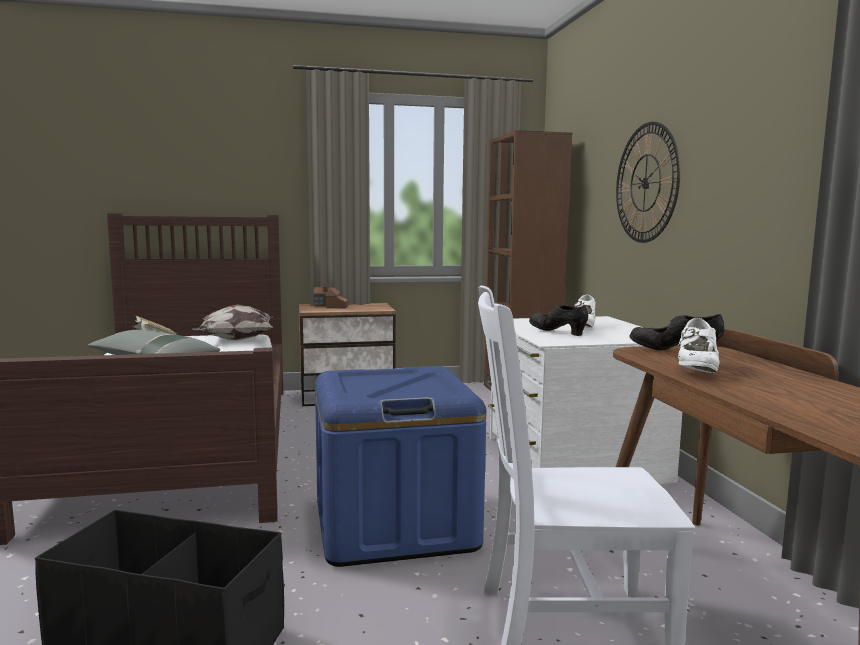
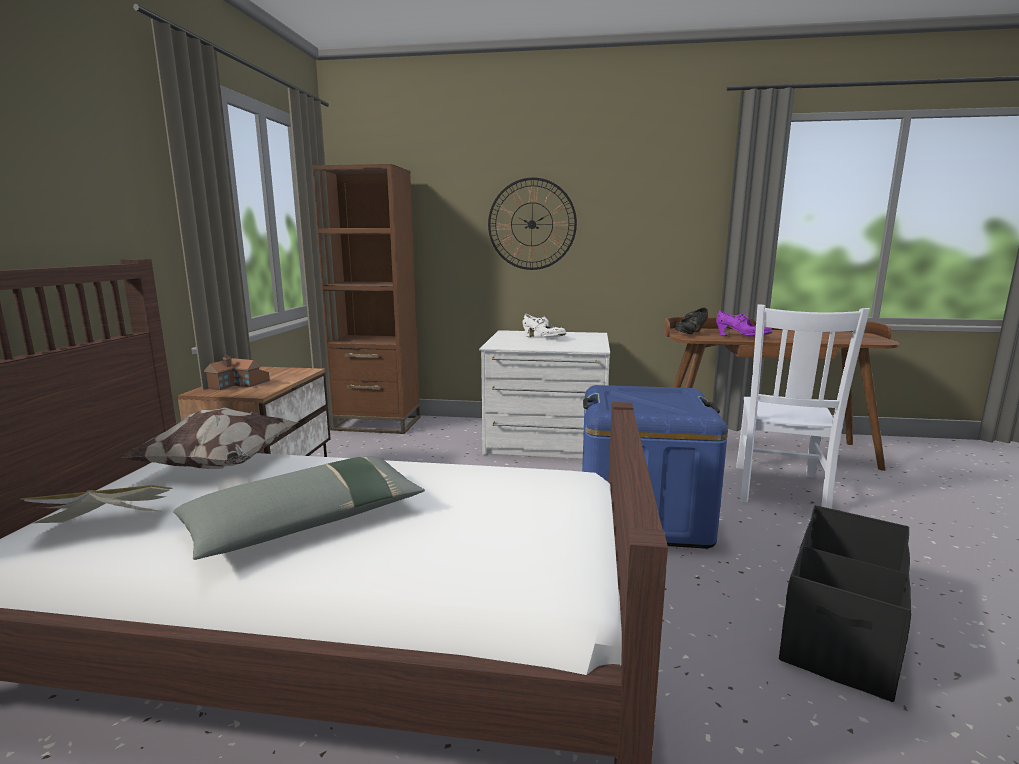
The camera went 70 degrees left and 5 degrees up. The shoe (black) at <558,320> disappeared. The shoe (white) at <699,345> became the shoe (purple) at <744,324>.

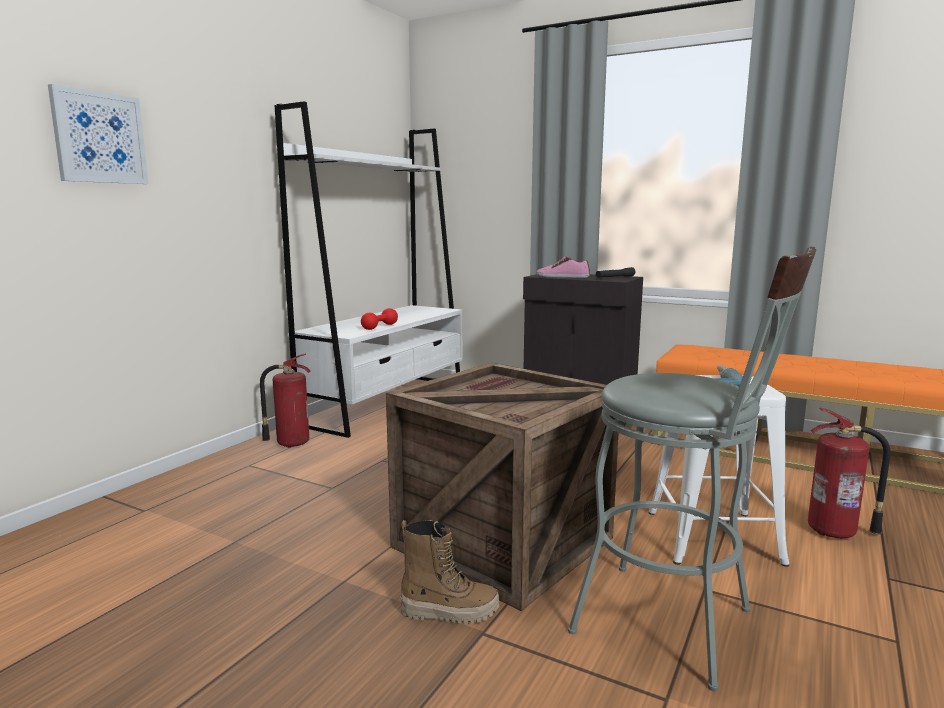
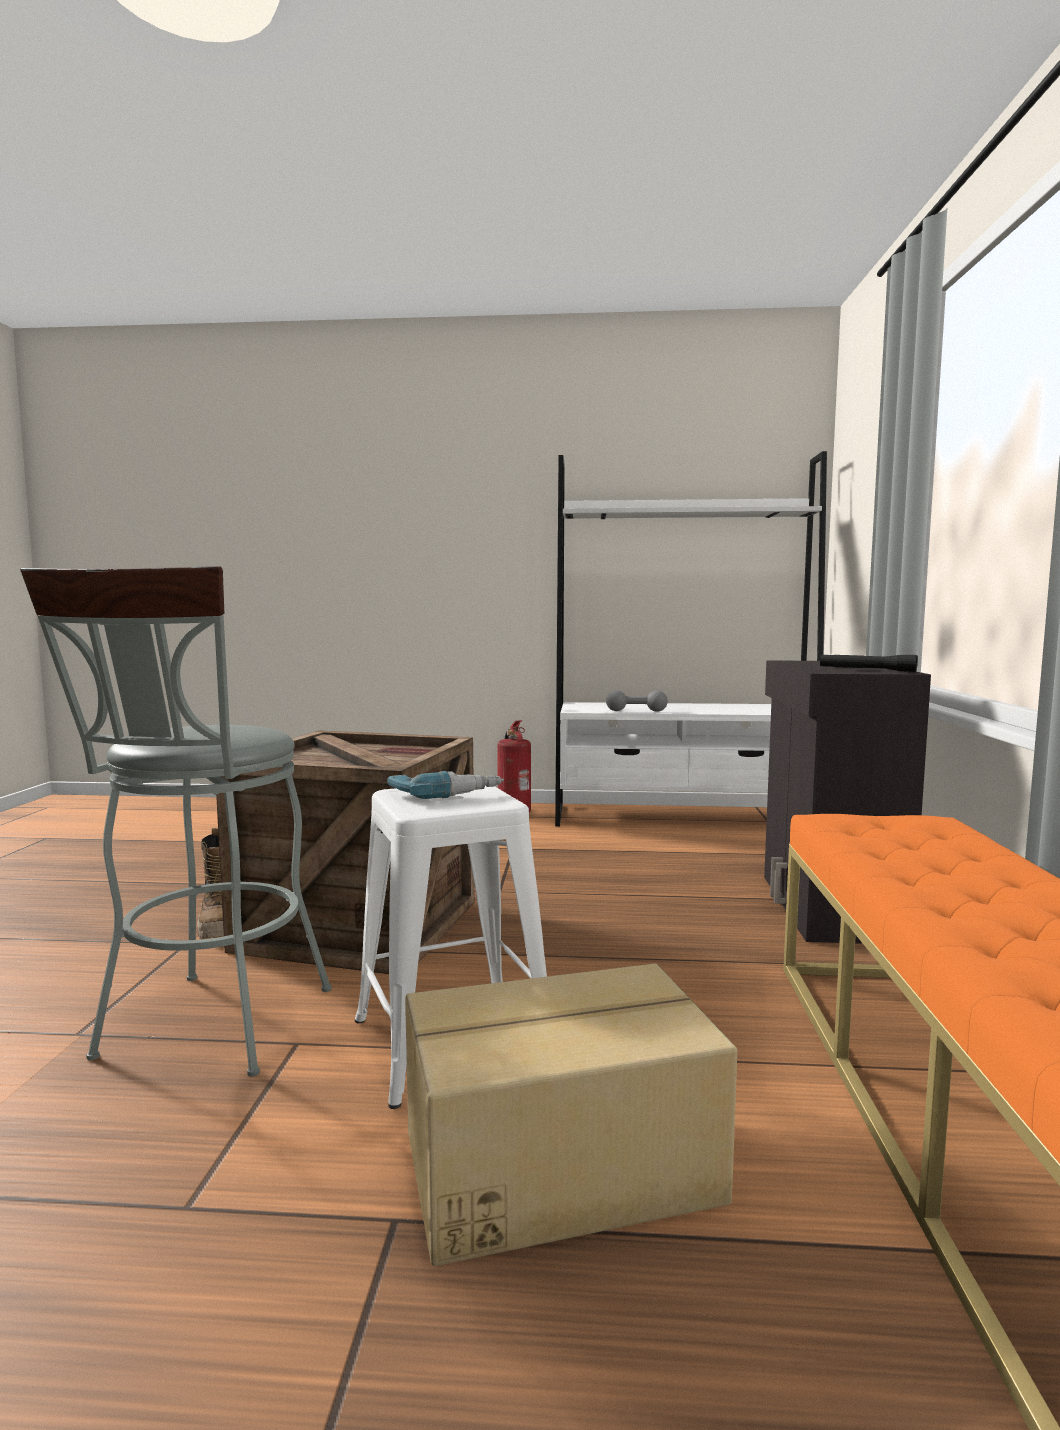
The camera went 65 degrees right and 5 degrees down. The picture at <98,134> disappeared. The shoe at <563,267> disappeared. The dumbbell (red) at <379,319> became the dumbbell (grey) at <637,701>. The fire extinguisher at <849,473> was replaced by the cardboard box at <571,1114>.

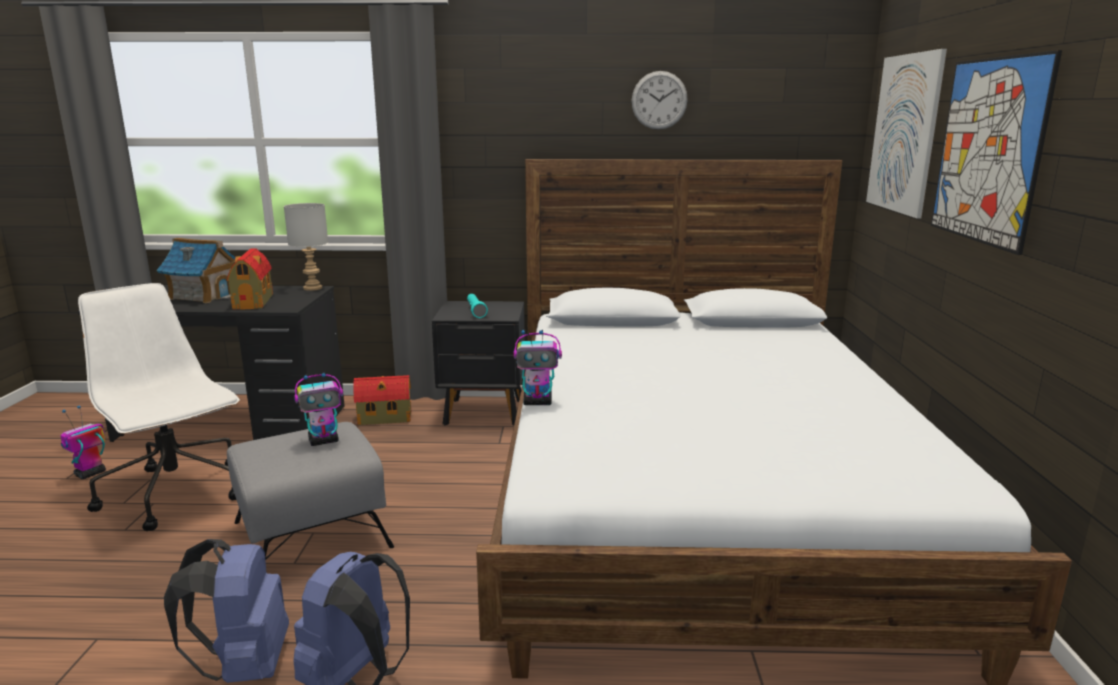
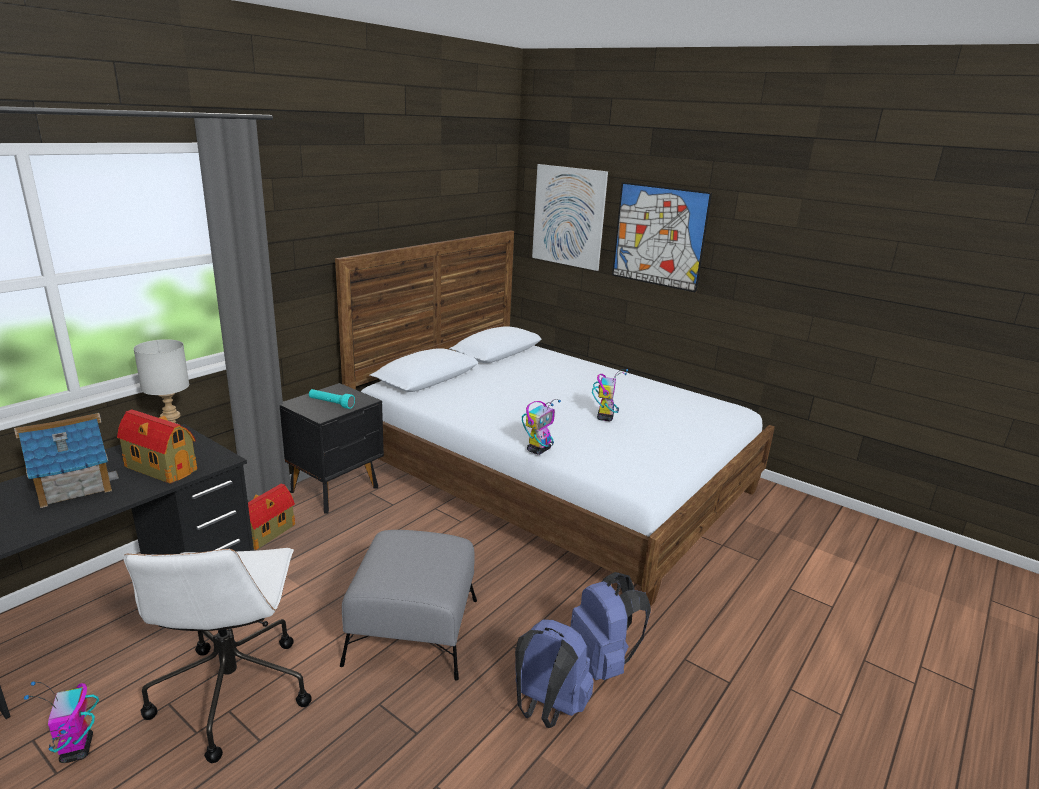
The camera went 55 degrees left and 5 degrees up. The wall clock at <659,100> disappeared. The office chair (white) at <159,407> turned 90 degrees counterclockwise. The toy robot moved from <318,409> to <610,395>.

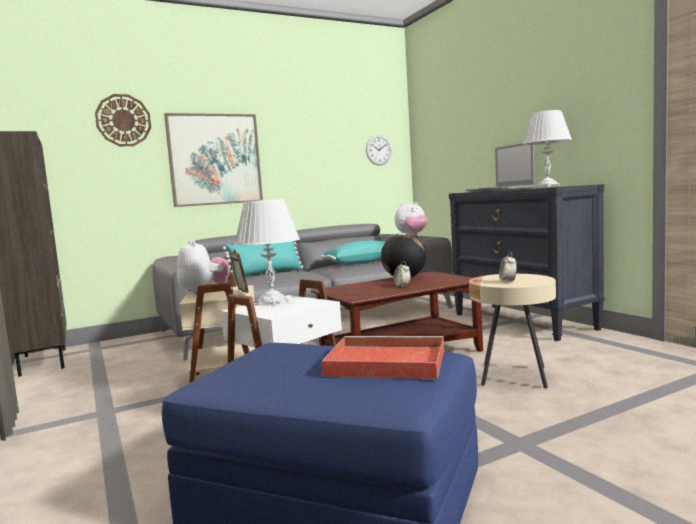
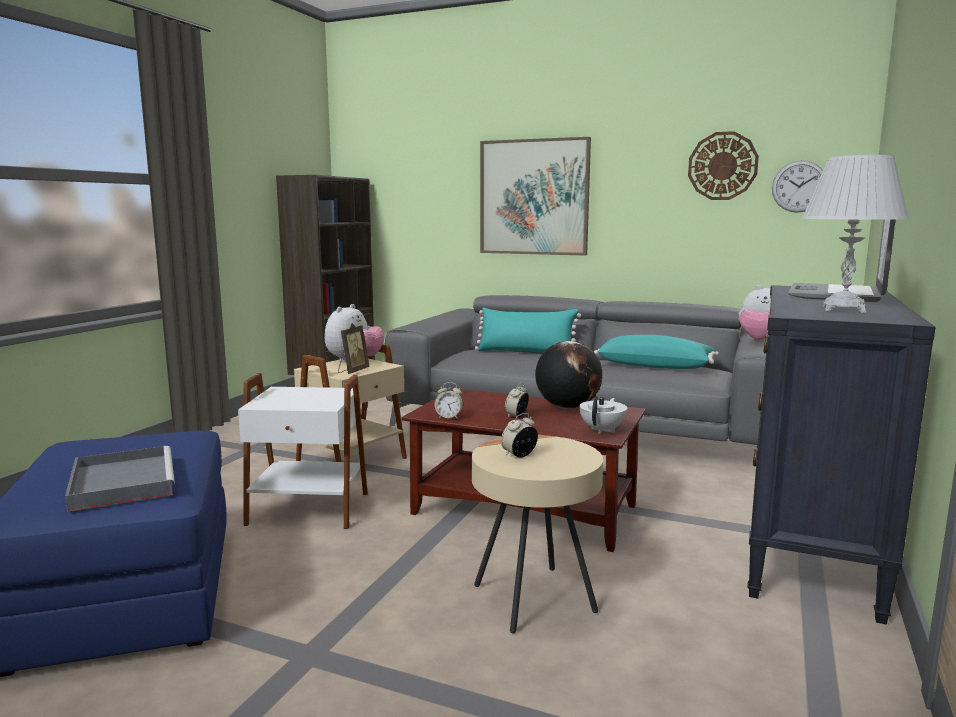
The camera went 50 degrees right and 5 degrees up. The wall clock moved from <123,120> to <723,165>. The table lamp (white) at <267,252> disappeared. The tray (red) at <383,357> became the tray (grey) at <120,479>. The alarm clock at <449,400> appeared. The teapot (white) at <603,415> appeared.

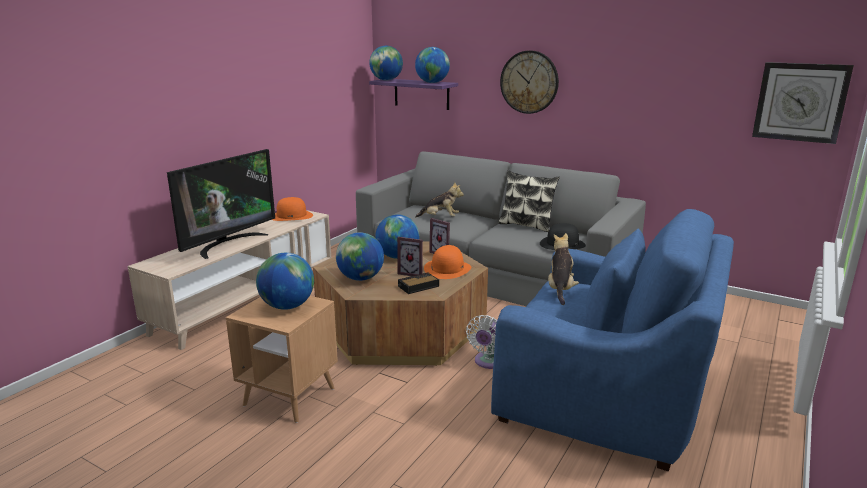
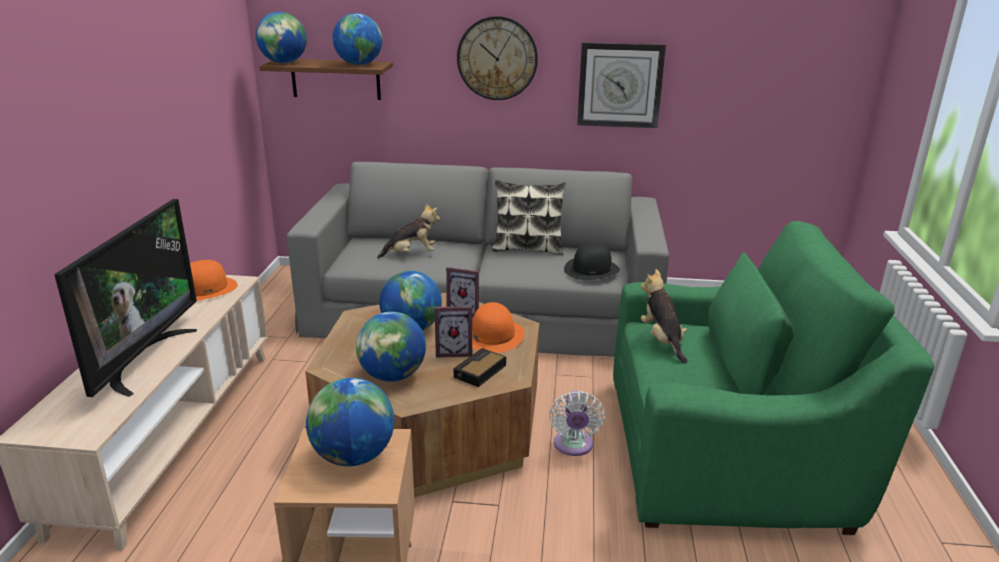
The camera went 25 degrees left and 5 degrees up. The wall clock moved from <803,103> to <621,85>. The shelf (purple) at <413,94> became the shelf (brown) at <326,79>. The armchair (blue) at <612,340> became the armchair (green) at <774,378>.

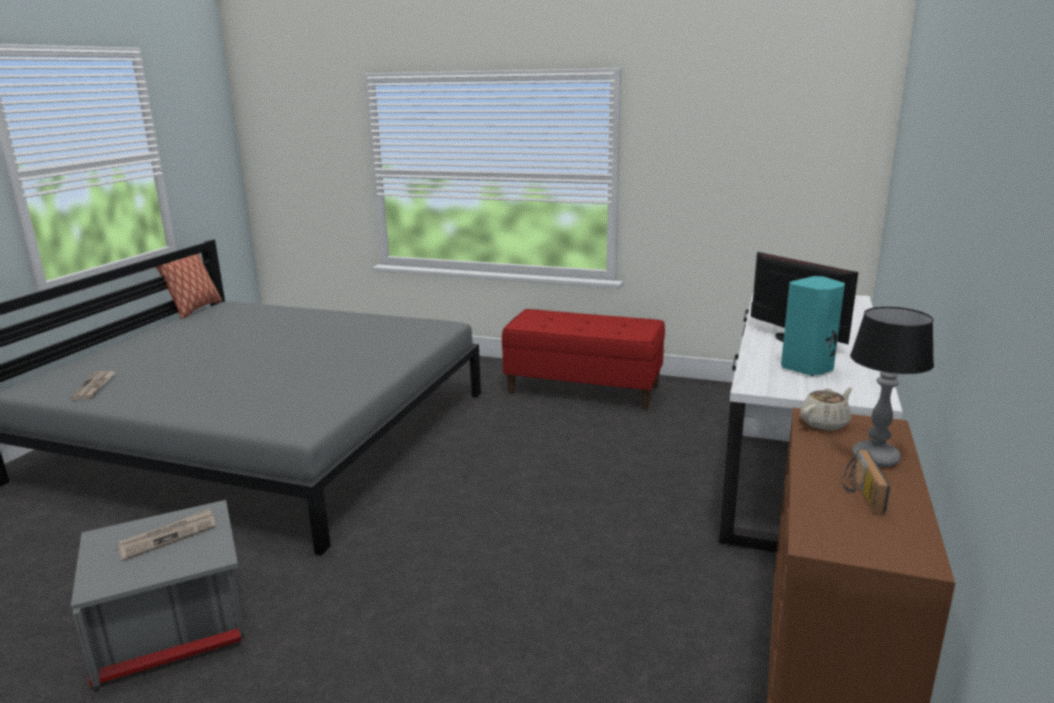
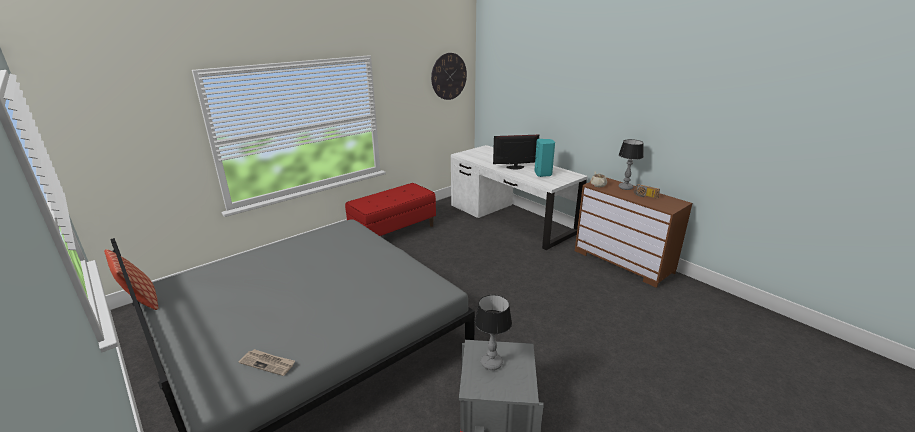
The camera went 60 degrees left and 5 degrees up. The newspaper at <166,534> was replaced by the table lamp at <493,332>. The wall clock at <449,76> appeared.

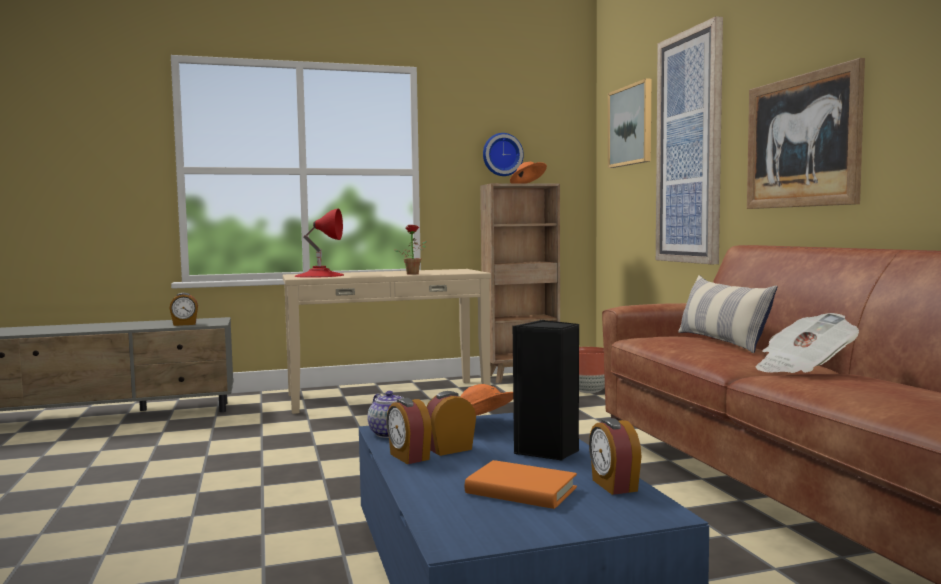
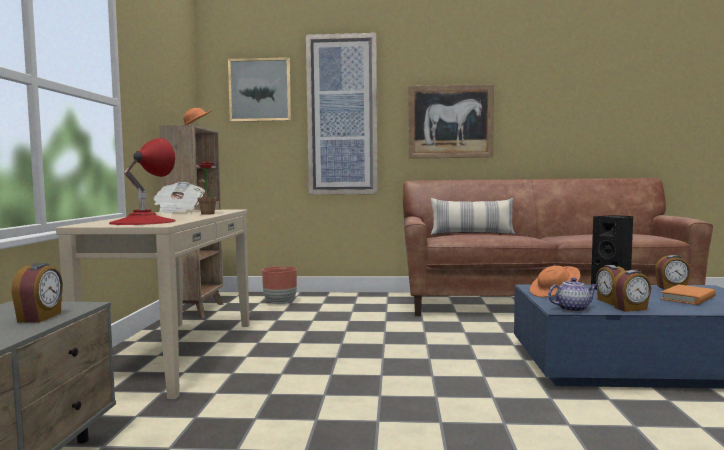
The camera went 70 degrees left and 0 degrees up. The wall clock at <503,154> disappeared. The newspaper moved from <807,343> to <179,198>.

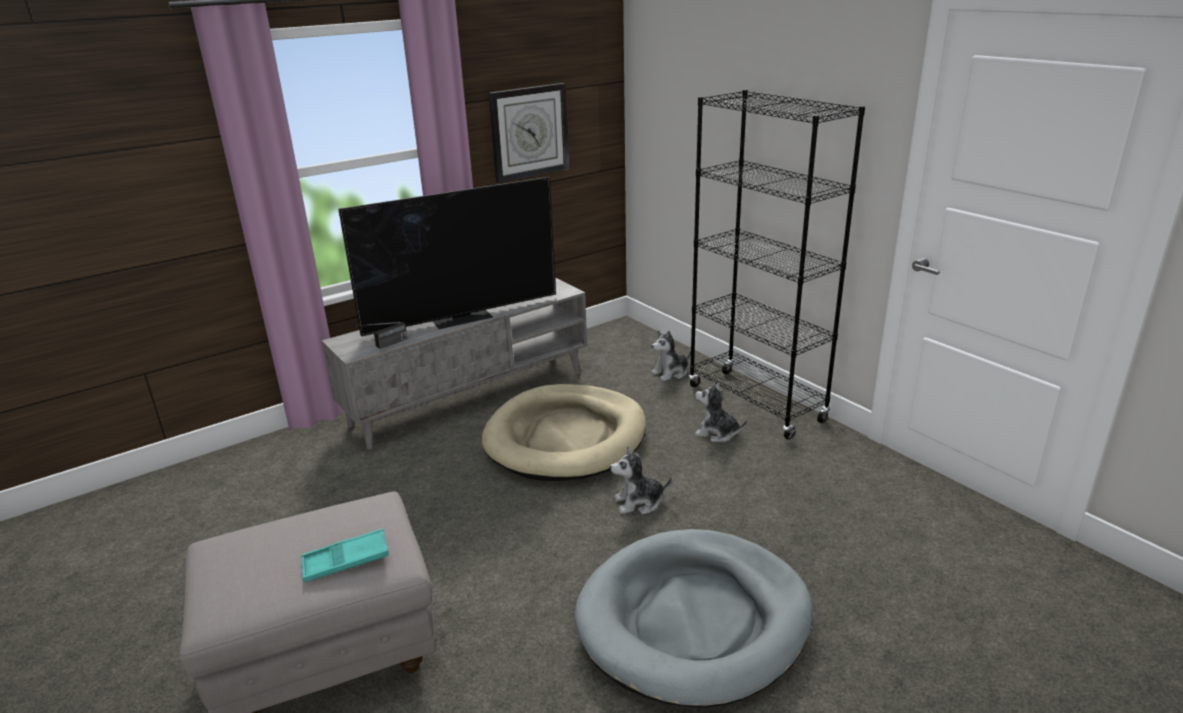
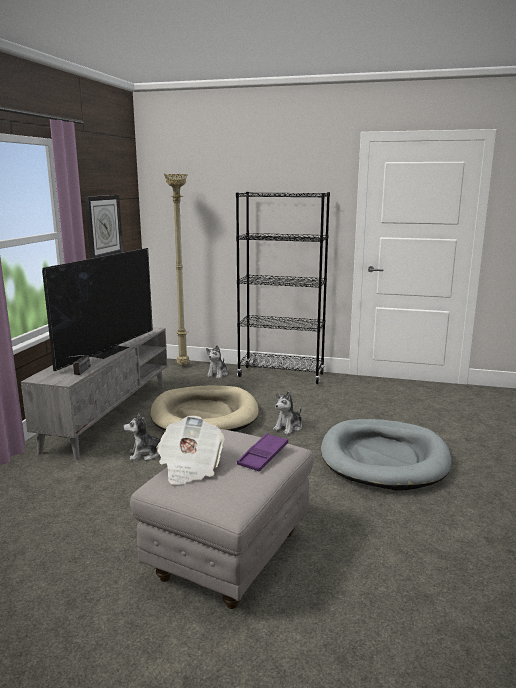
The camera went 40 degrees left and 10 degrees down. The plush toy moved from <721,412> to <142,437>. The tray (turquoise) at <345,555> became the tray (purple) at <262,452>. The floor lamp (beige) at <176,270> appeared. The newspaper at <190,450> appeared.

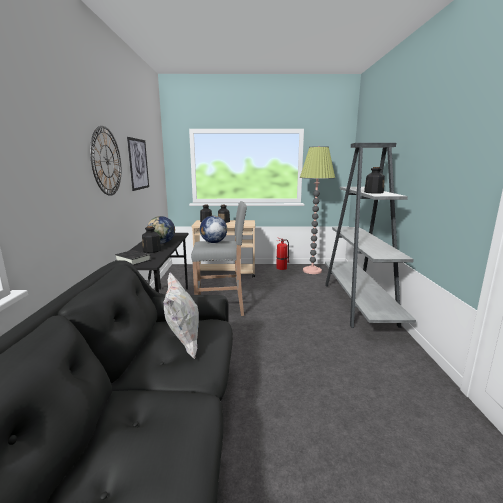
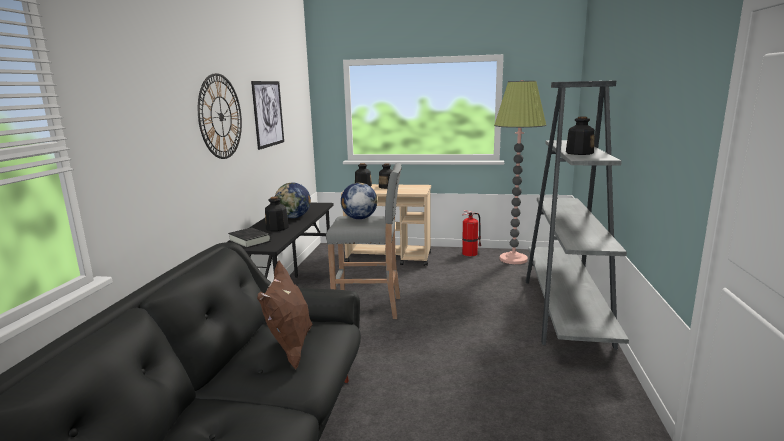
The camera went 10 degrees right and 0 degrees up. The pillow (white) at <181,315> became the pillow (brown) at <285,314>.

